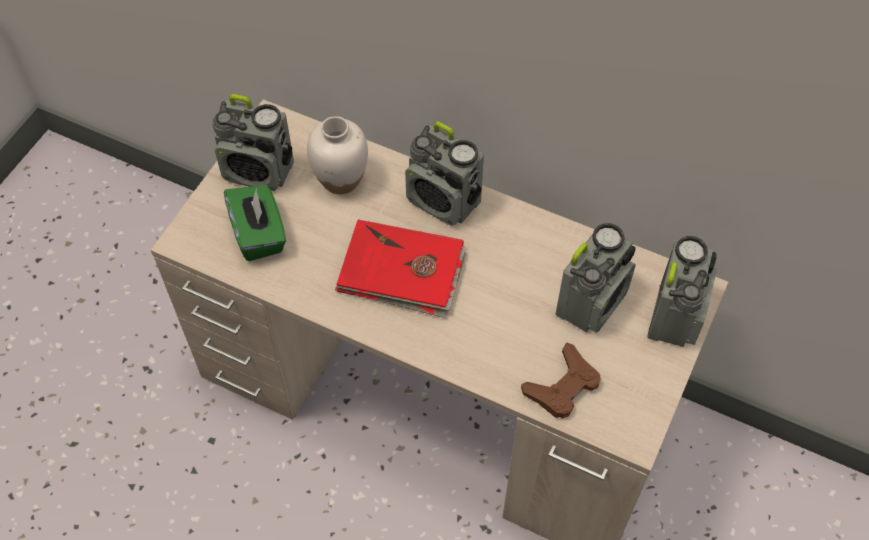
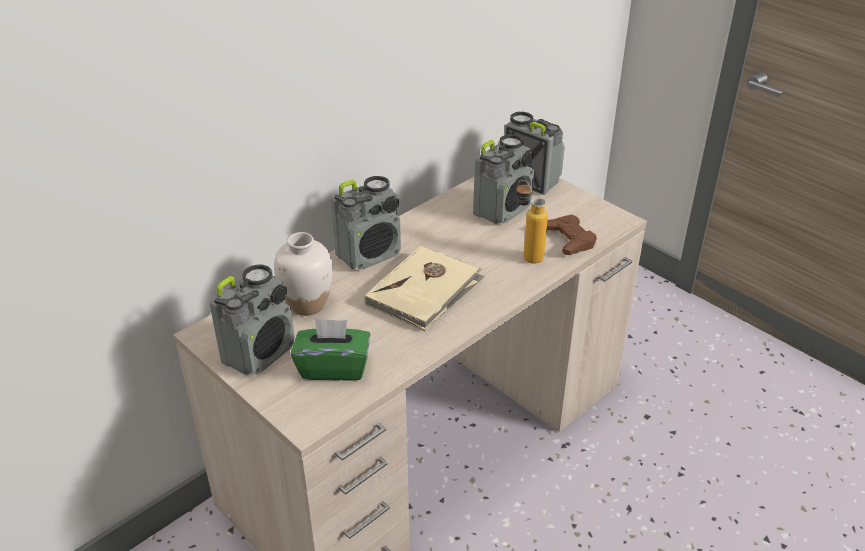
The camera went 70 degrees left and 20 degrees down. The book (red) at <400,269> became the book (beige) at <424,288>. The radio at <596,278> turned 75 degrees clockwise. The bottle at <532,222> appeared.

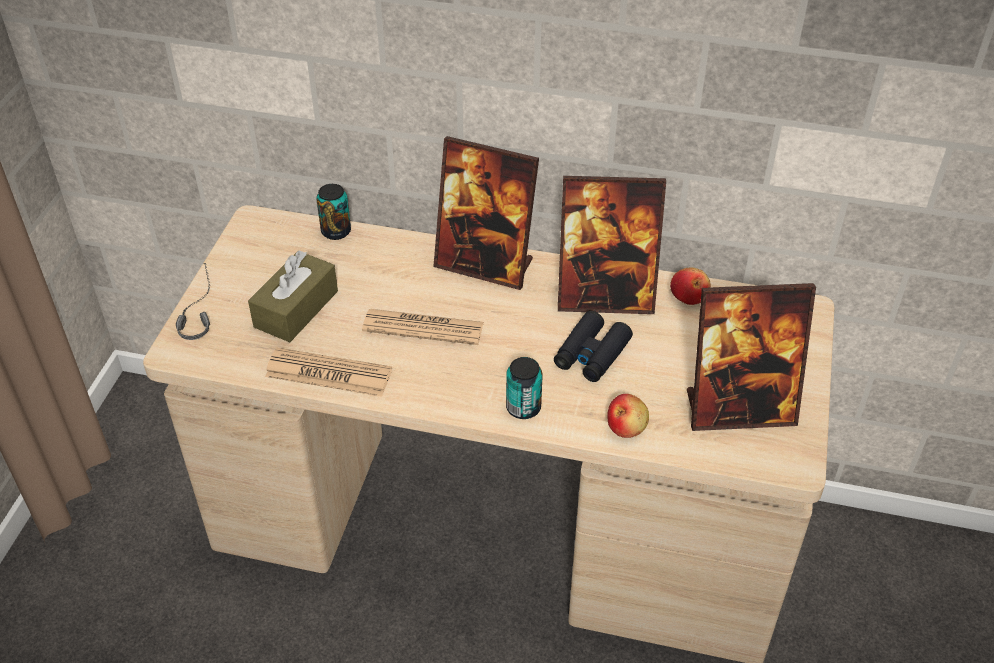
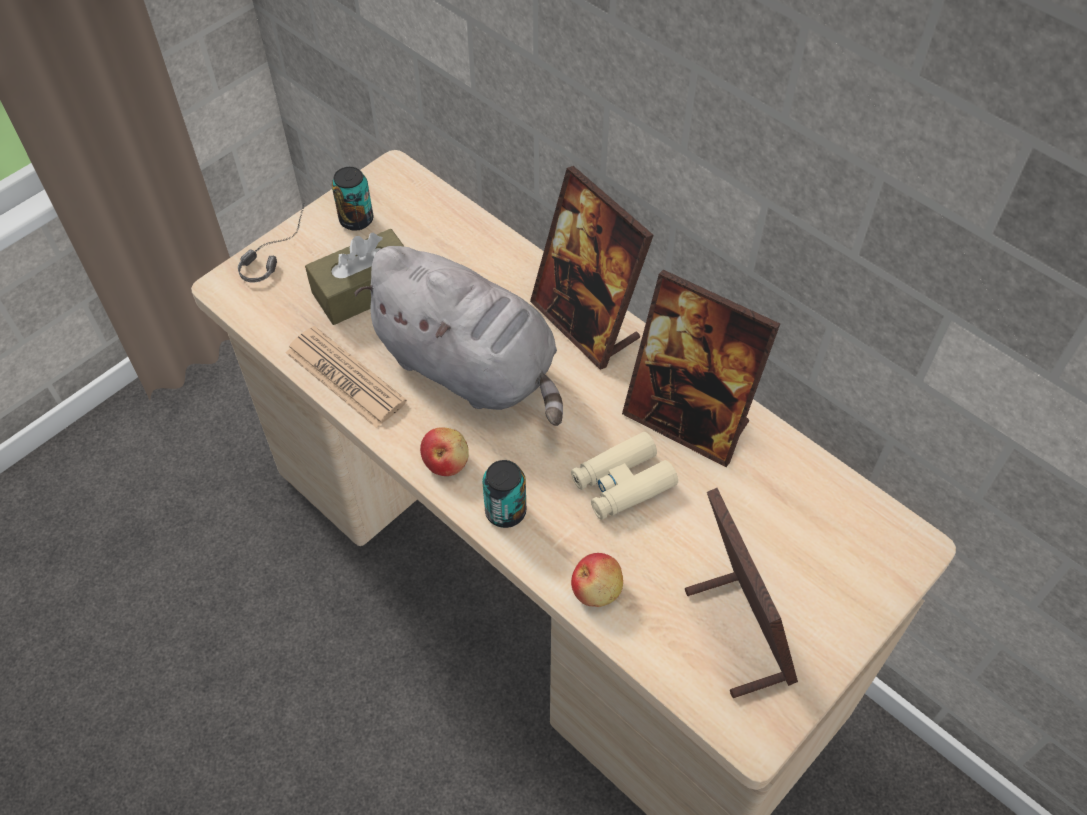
The camera went 30 degrees right and 10 degrees up. The can moved from <333,212> to <352,199>. The apple moved from <690,286> to <444,452>. The picture frame at <751,357> turned 135 degrees counterclockwise. The newspaper at <423,327> was replaced by the plush toy (grey) at <458,336>. The binoculars (black) at <593,346> became the binoculars (beige) at <624,476>.

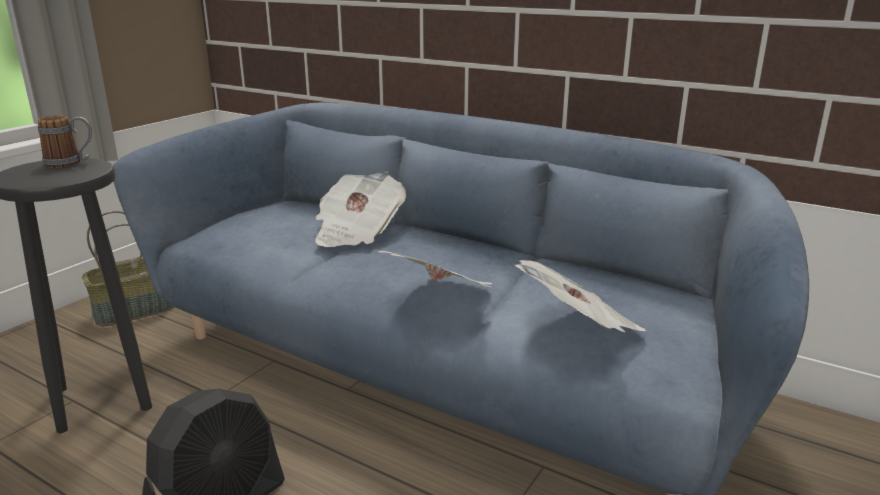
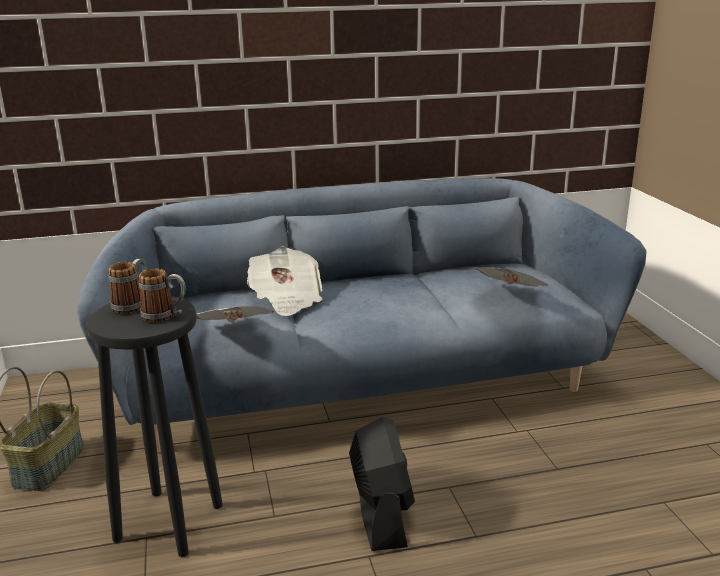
The camera went 45 degrees left and 0 degrees up. The newspaper moved from <435,269> to <235,314>. The mug at <162,296> appeared.

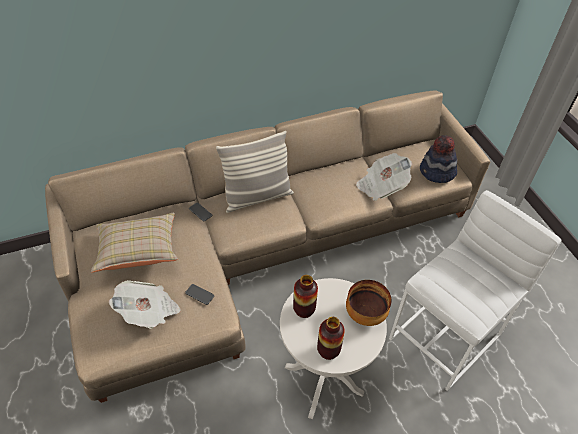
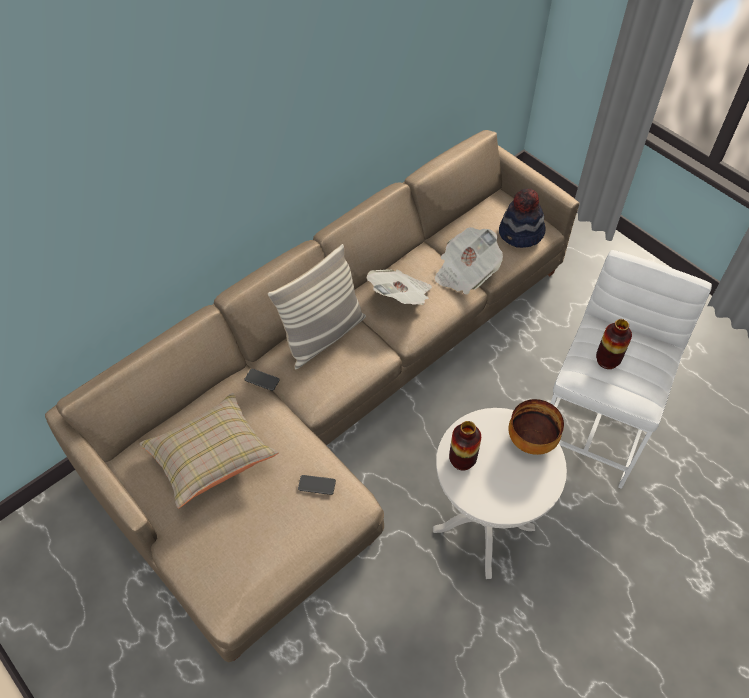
The camera went 20 degrees left and 5 degrees up. The newspaper moved from <145,304> to <399,287>. The vase moved from <331,338> to <614,344>.

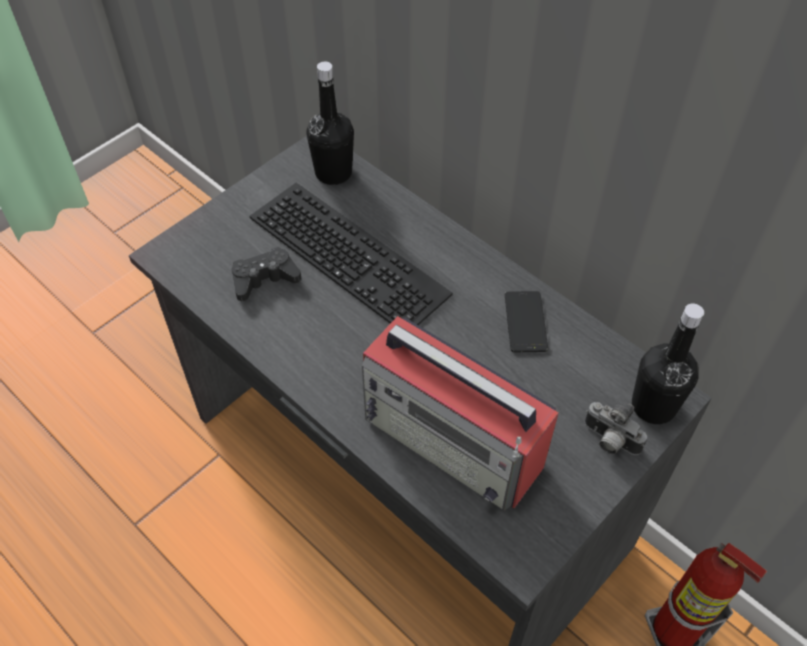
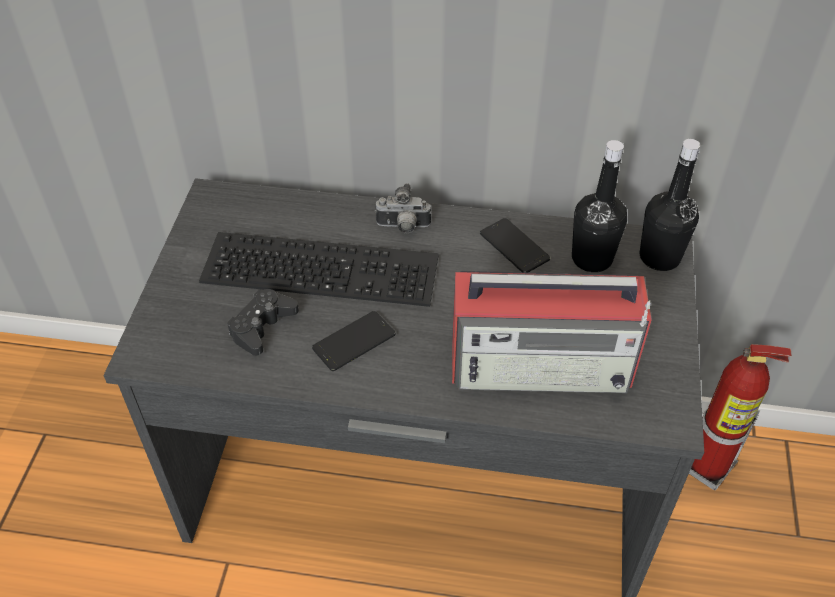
The camera went 35 degrees left and 5 degrees down. The bottle (black) moved from <330,123> to <599,206>. The photo camera moved from <616,428> to <403,208>. The phone at <354,341> appeared.

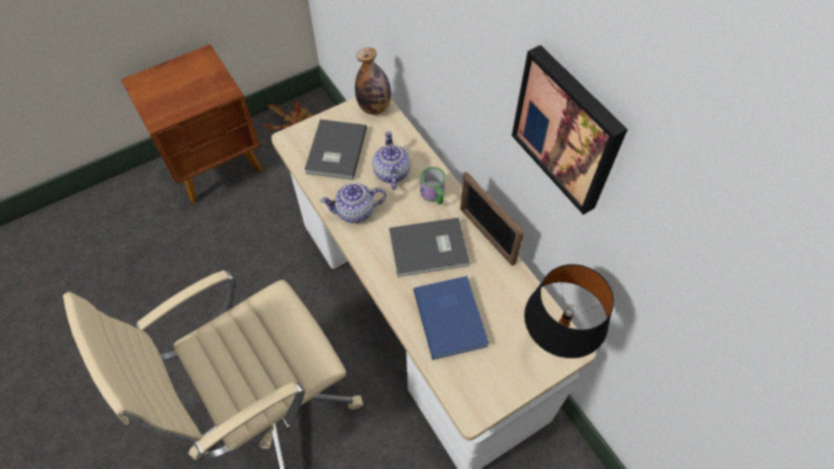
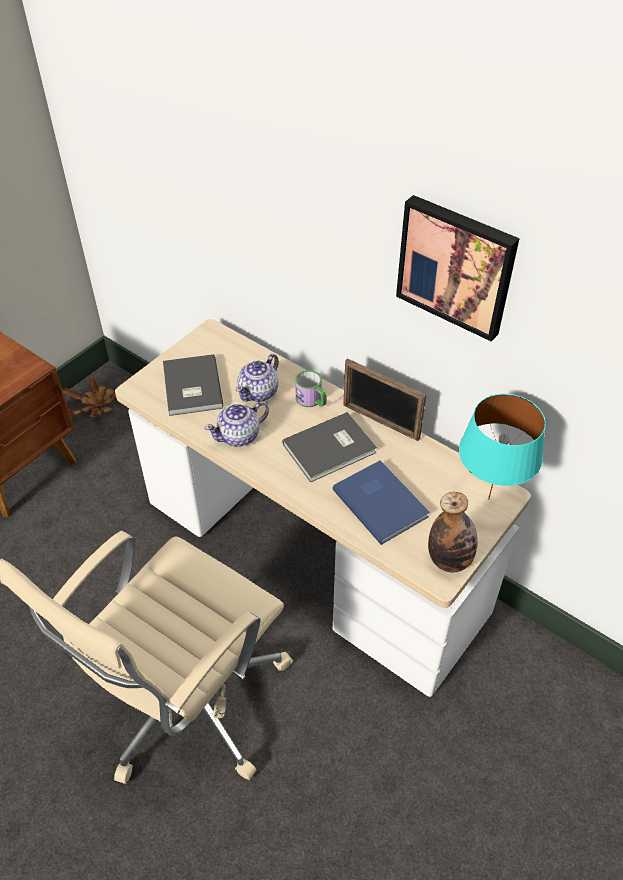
The camera went 20 degrees left and 10 degrees down. The bottle moved from <373,81> to <452,532>. The teapot at <391,160> turned 120 degrees counterclockwise. The table lamp (black) at <569,311> became the table lamp (turquoise) at <502,447>.

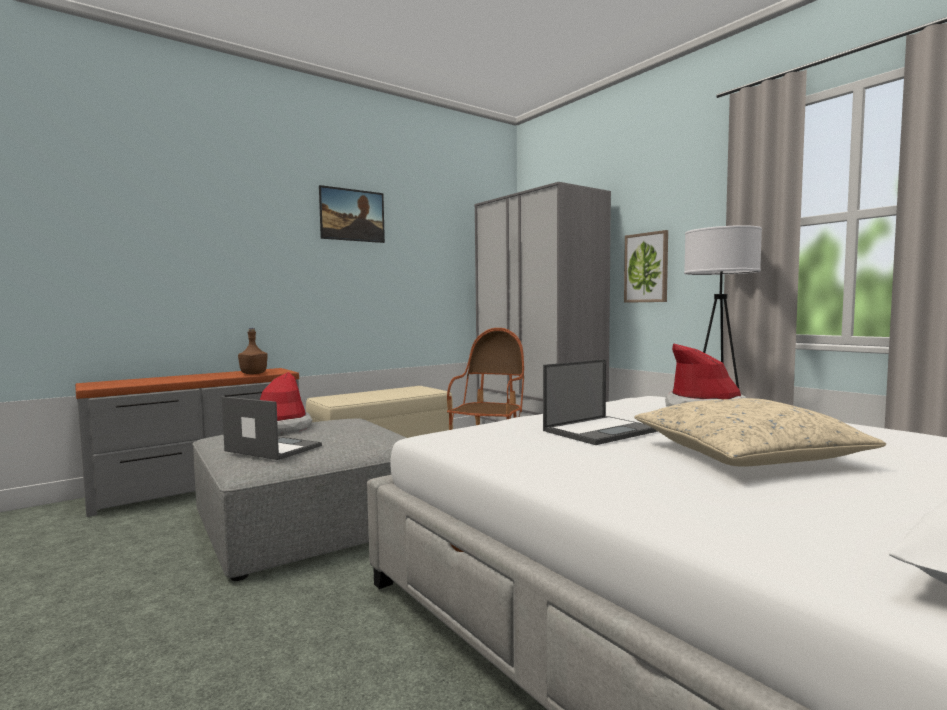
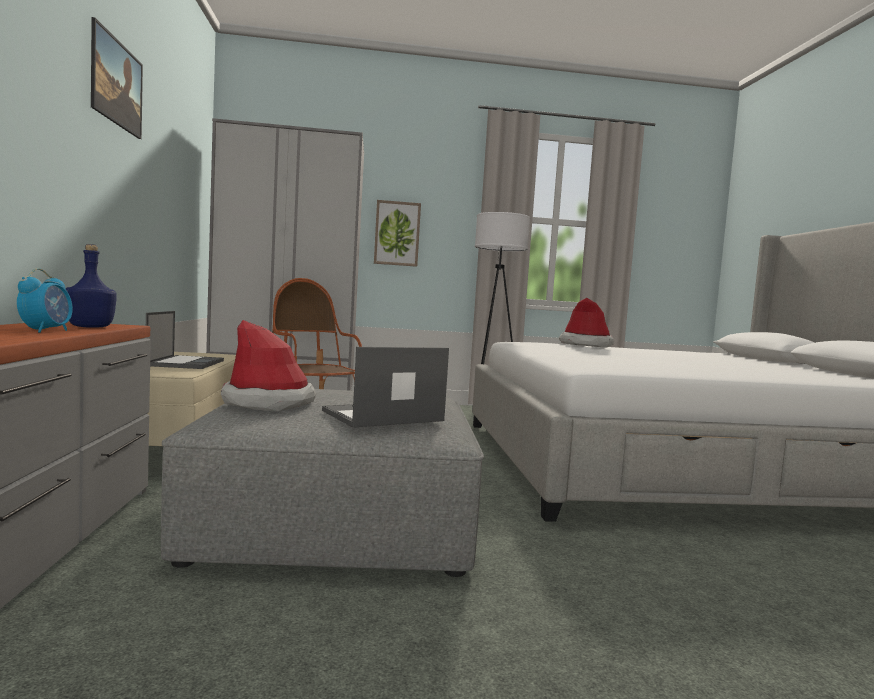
The camera went 60 degrees left and 0 degrees up. The bottle (brown) at <252,351> became the bottle (blue) at <91,286>. The laptop moved from <600,402> to <185,340>. The pillow (beige) at <760,432> disappeared. The alarm clock at <45,300> appeared.

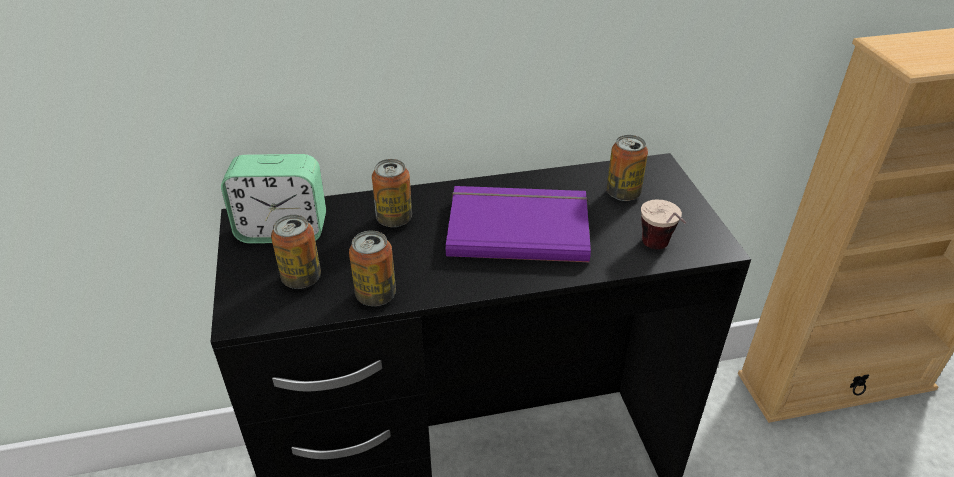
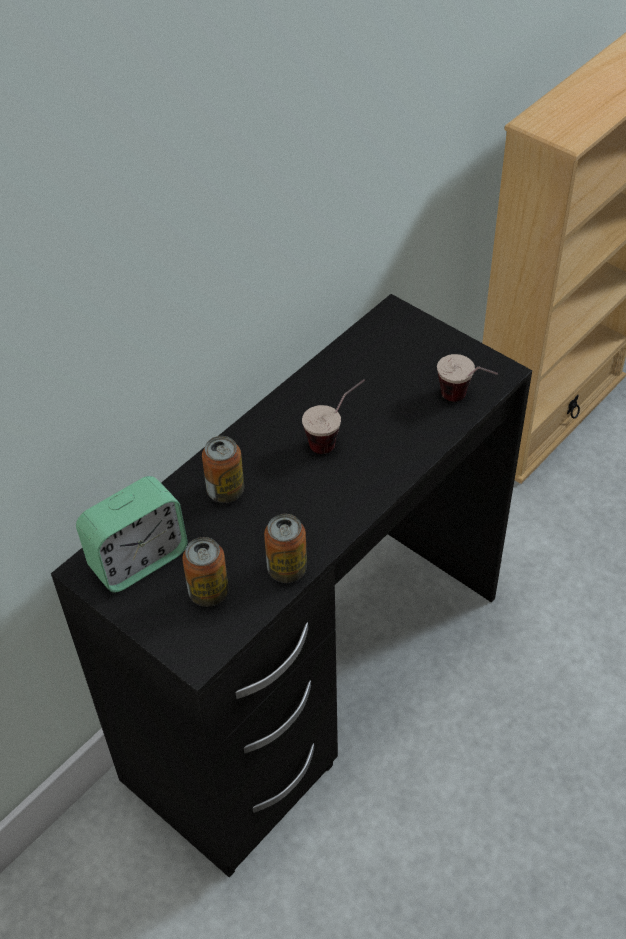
The camera went 35 degrees left and 10 degrees up. The can at <627,168> disappeared. The book (purple) at <518,224> was replaced by the cup at <333,416>.

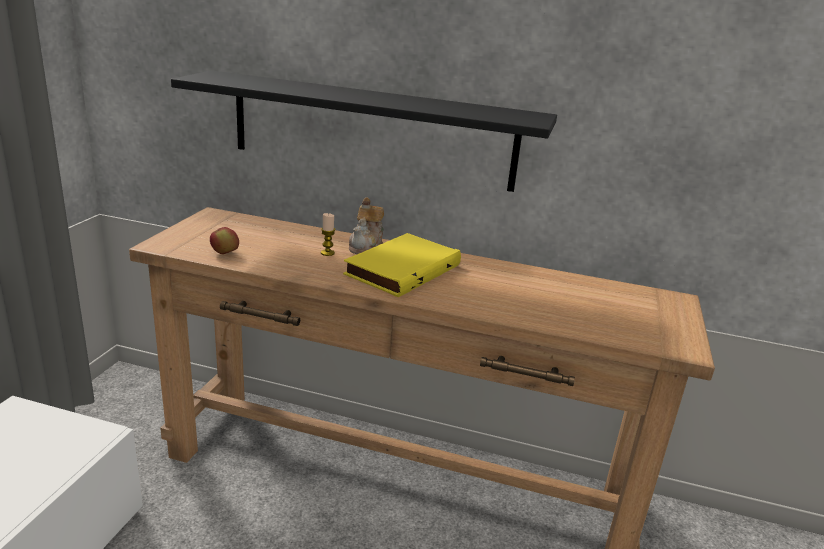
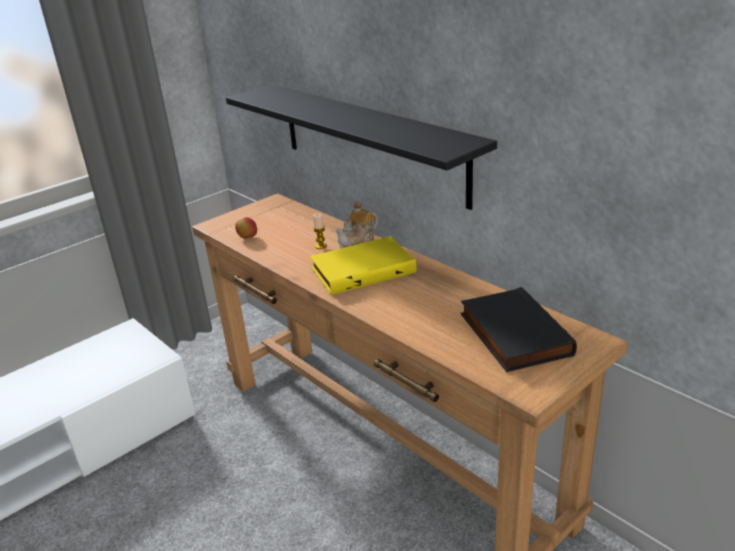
The camera went 35 degrees right and 5 degrees up. The book (black) at <519,329> appeared.

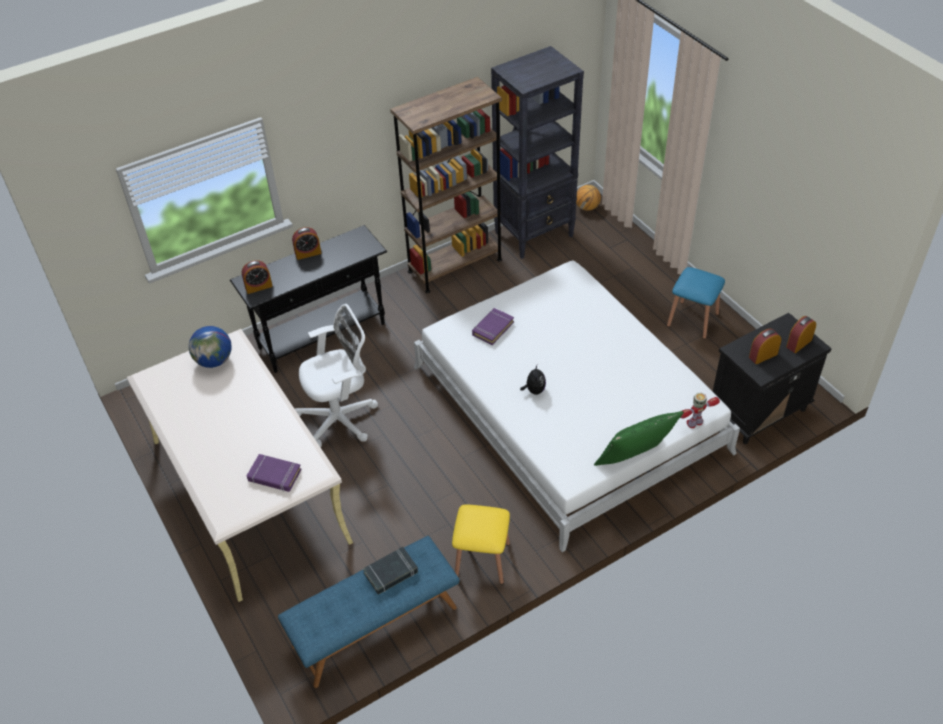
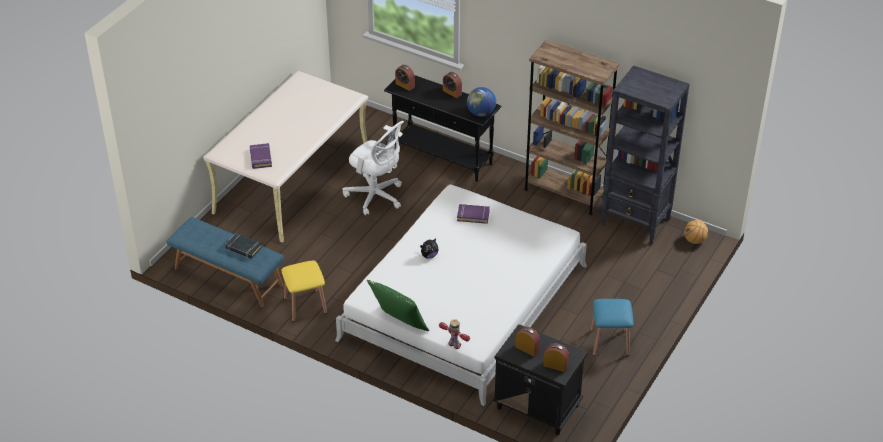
The camera went 60 degrees right and 5 degrees down. The globe moved from <210,347> to <481,102>.

